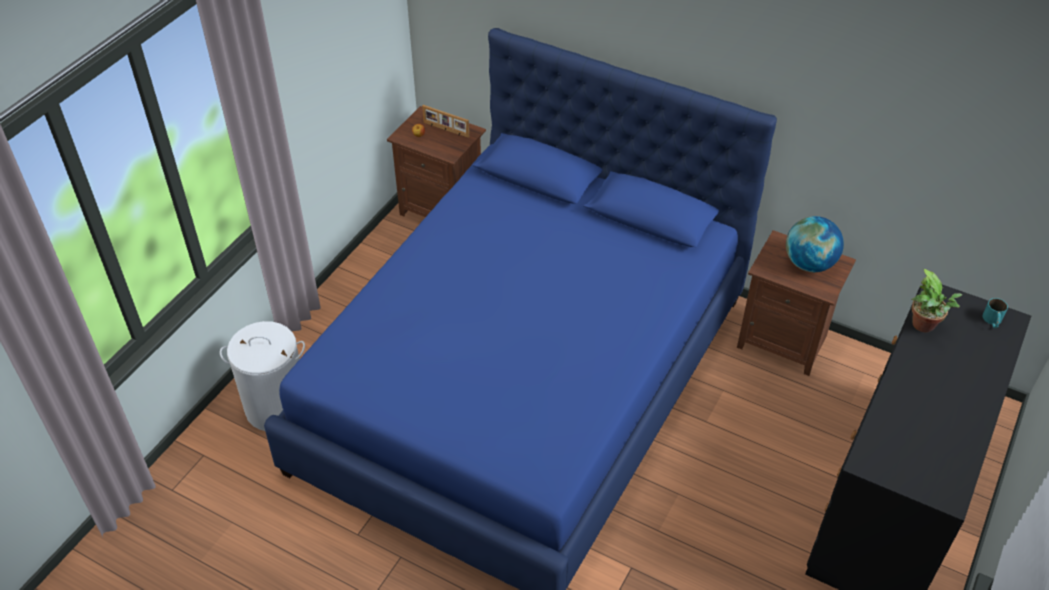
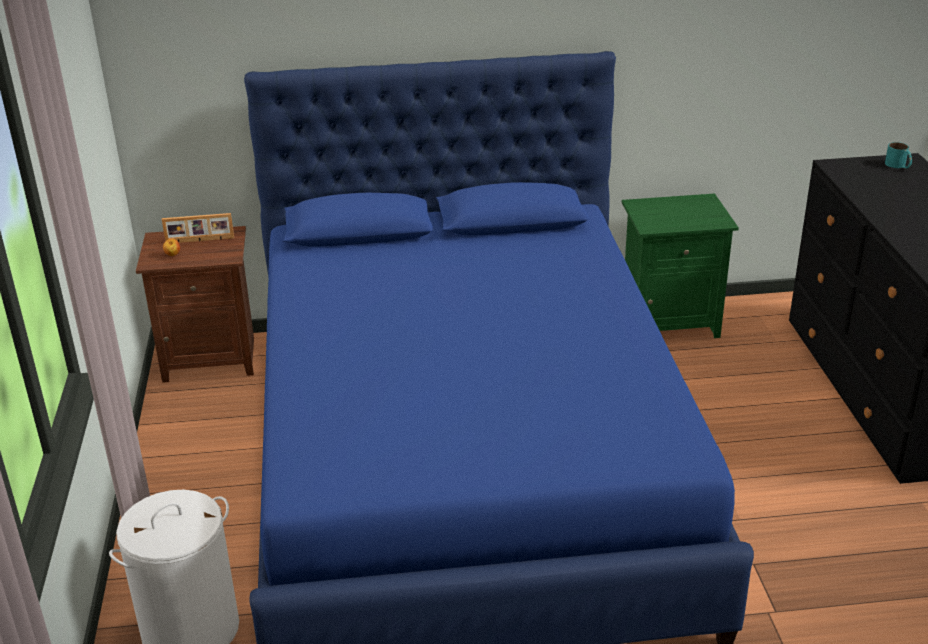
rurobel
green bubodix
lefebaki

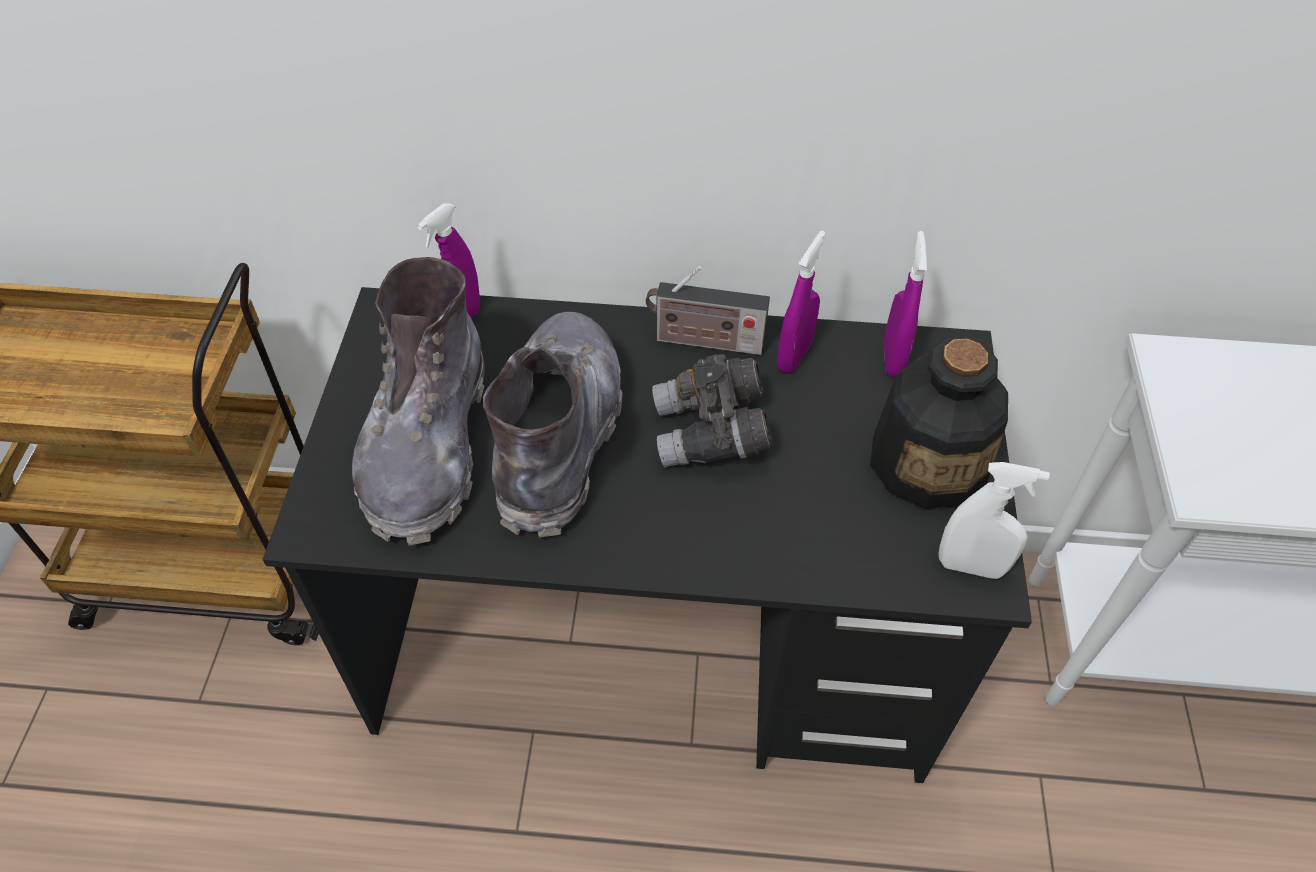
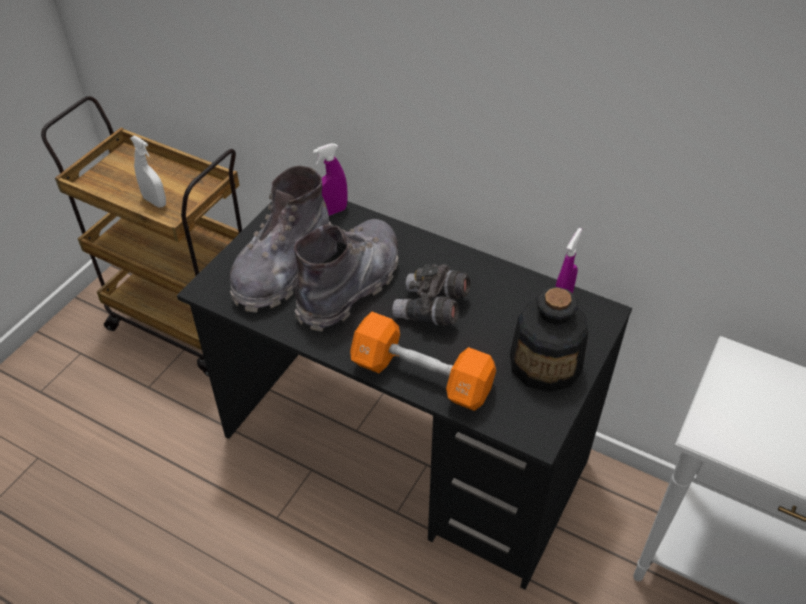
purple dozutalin (no. 2 from left in the first image)
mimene
white dozutalin
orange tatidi

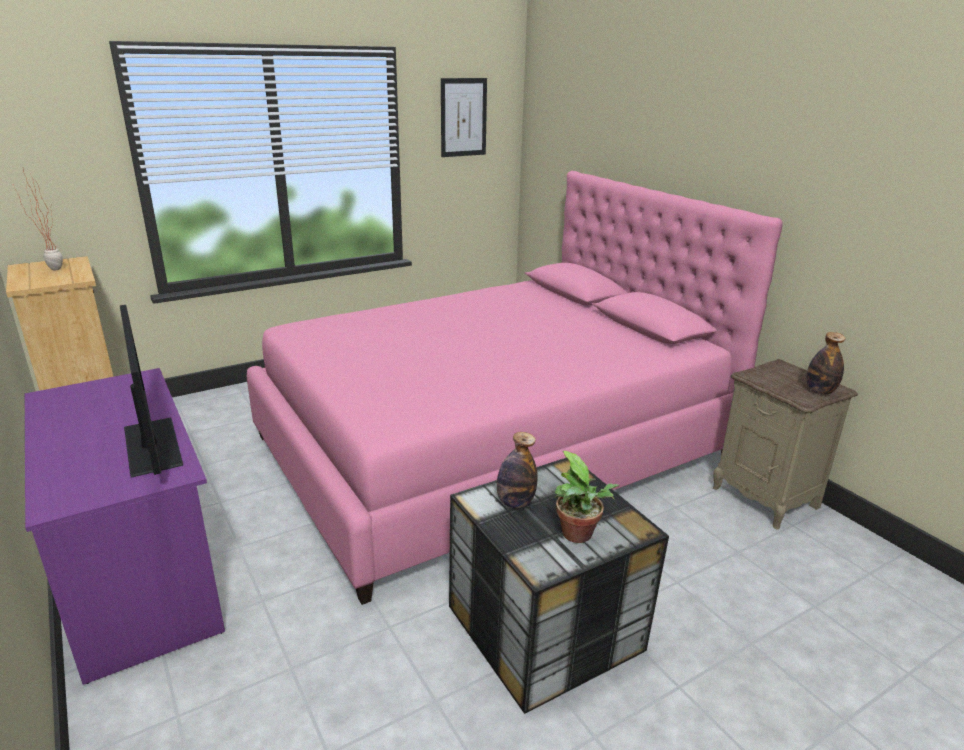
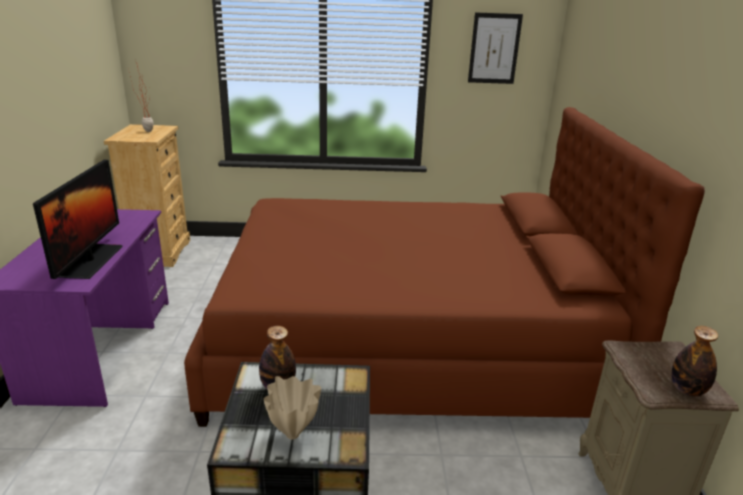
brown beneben
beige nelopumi

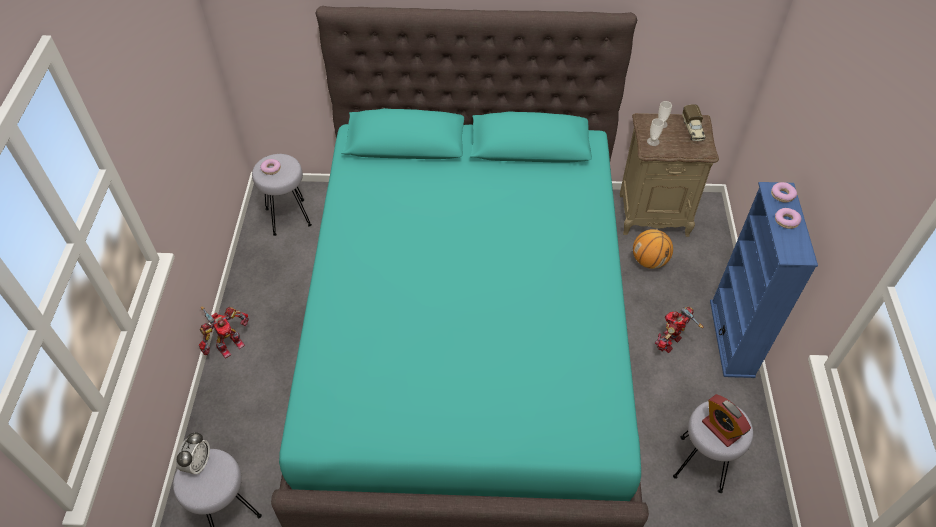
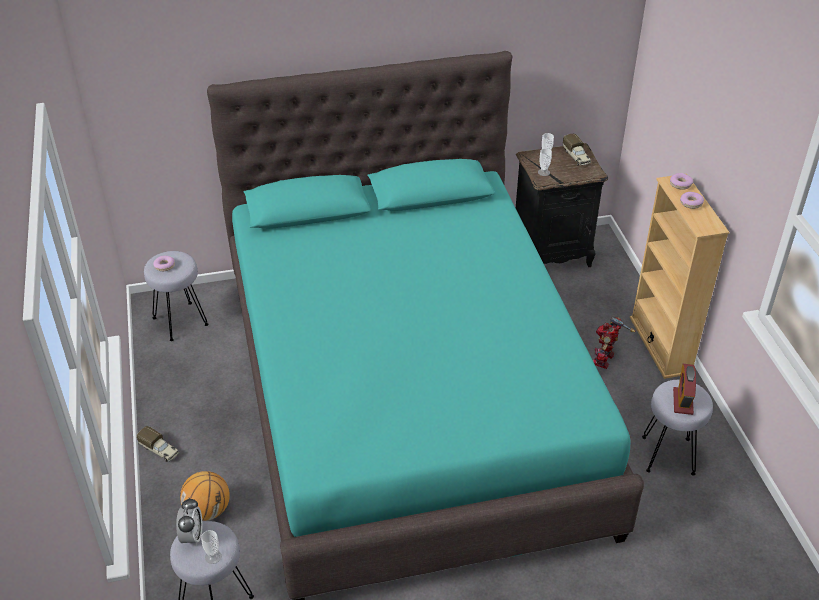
black bubodix
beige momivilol
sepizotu
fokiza (no. 1 from left)
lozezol (no. 2 from left)
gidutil (no. 1 from left)

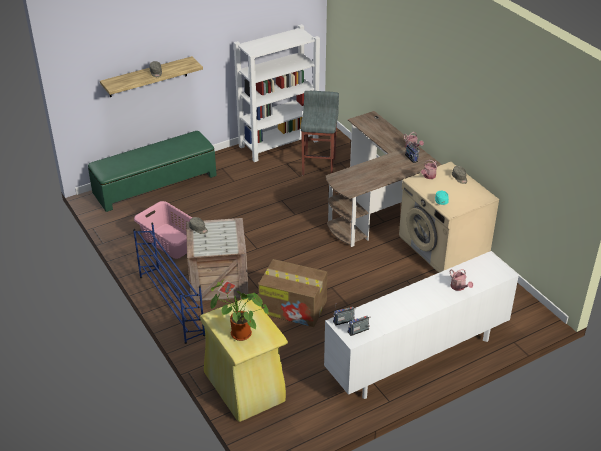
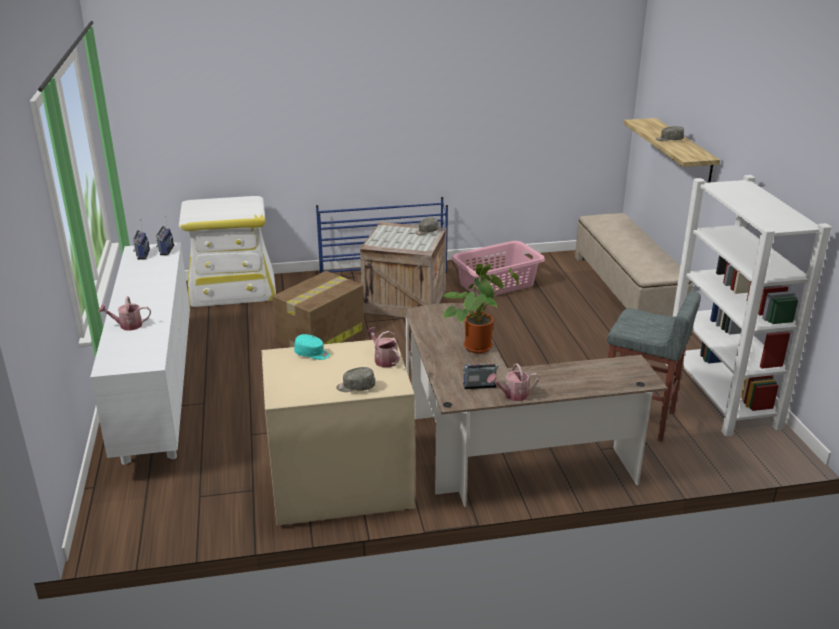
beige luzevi
lefebaki
white bubodix

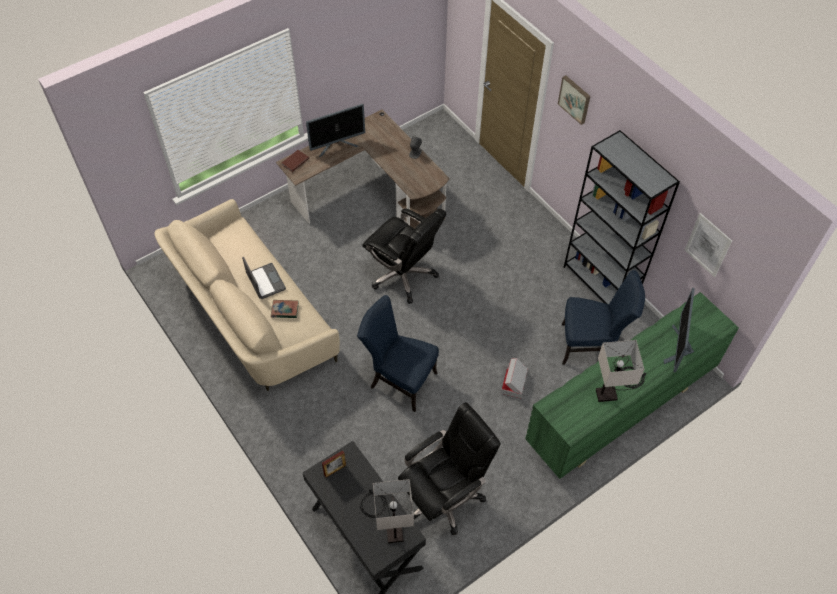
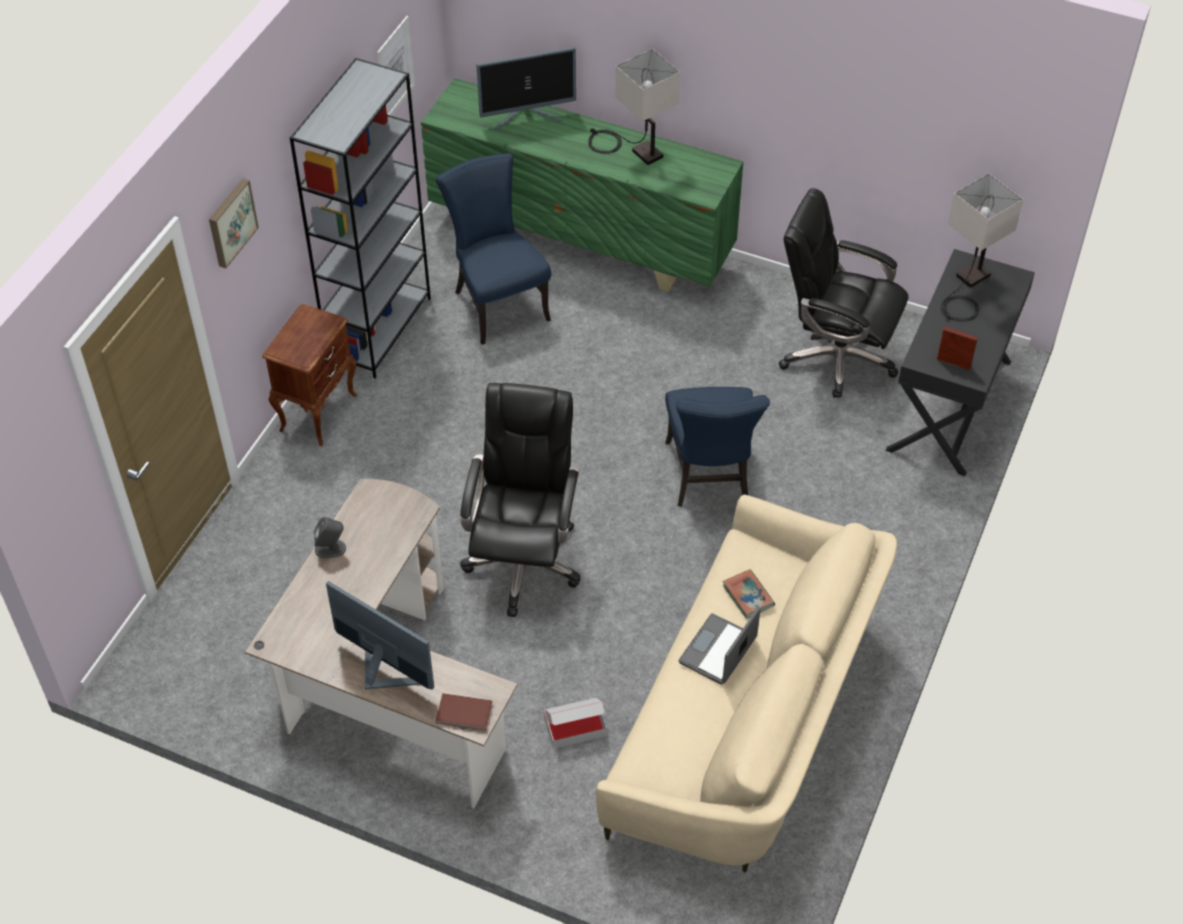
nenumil
brown bubodix

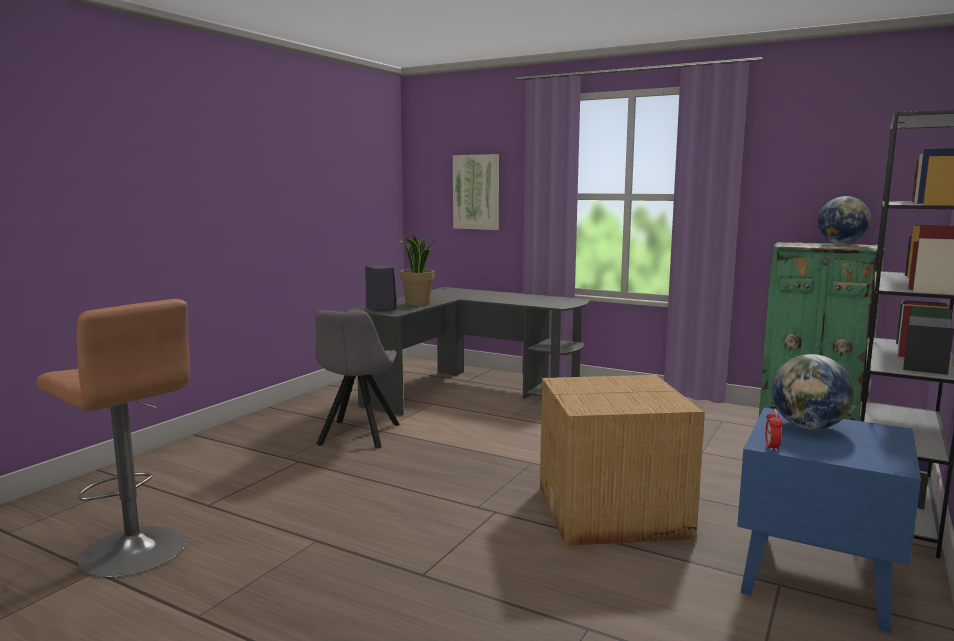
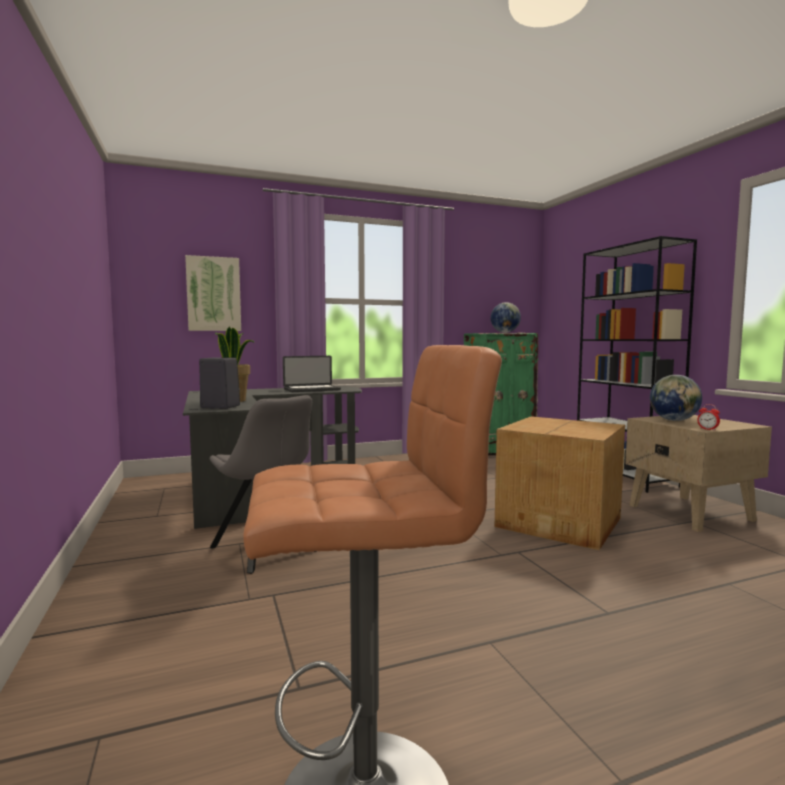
beige bubodix
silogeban

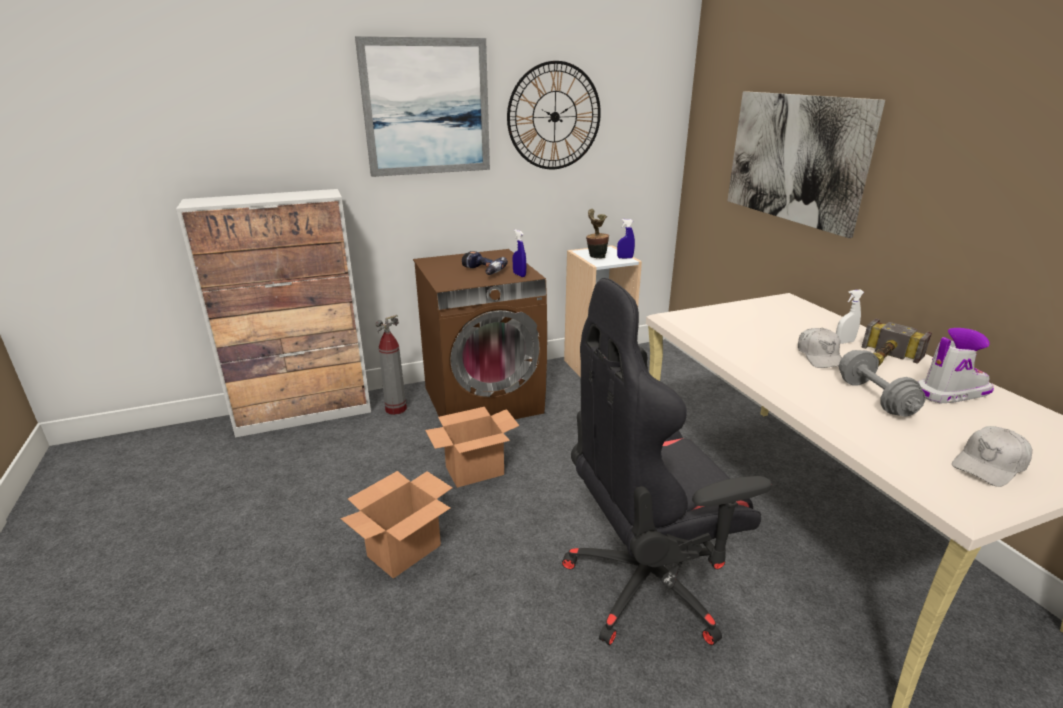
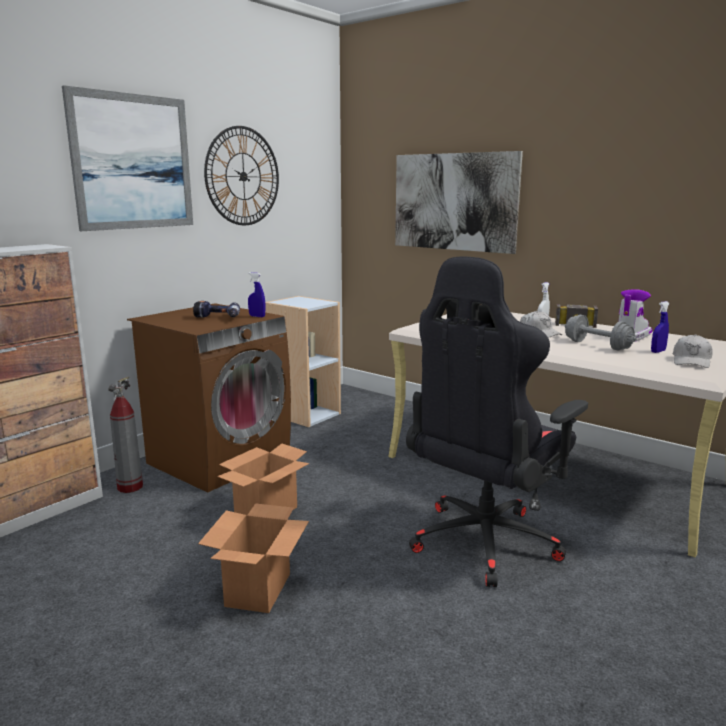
lefebaki
blue dozutalin (no. 2 from left)

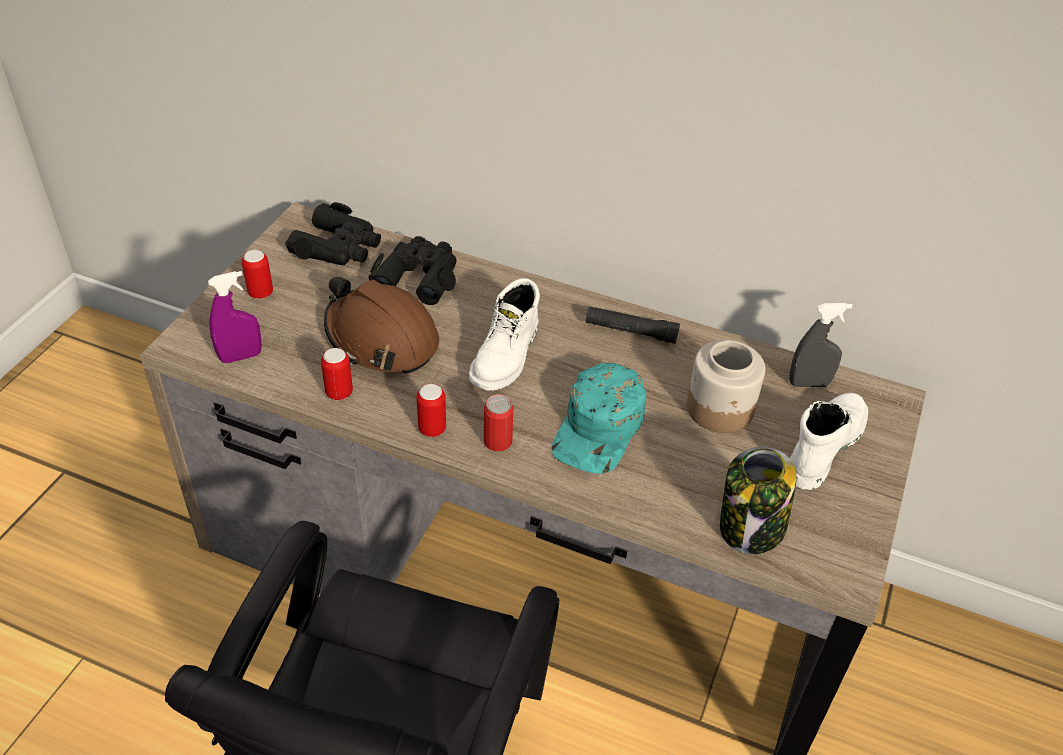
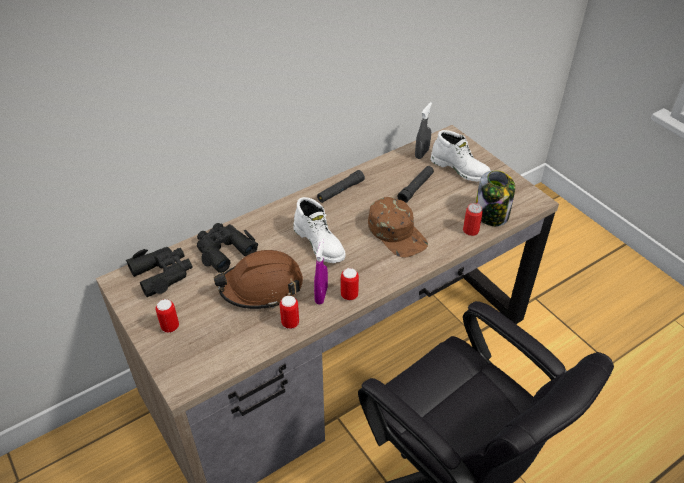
purple dozutalin
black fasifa (no. 2 from left)
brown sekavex
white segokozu (no. 2 from left)
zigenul (no. 4 from left)

